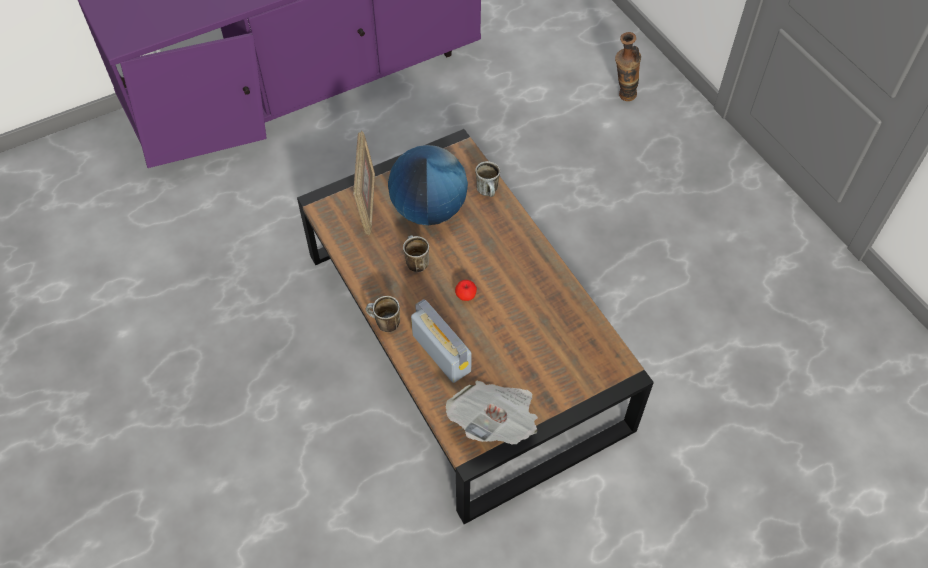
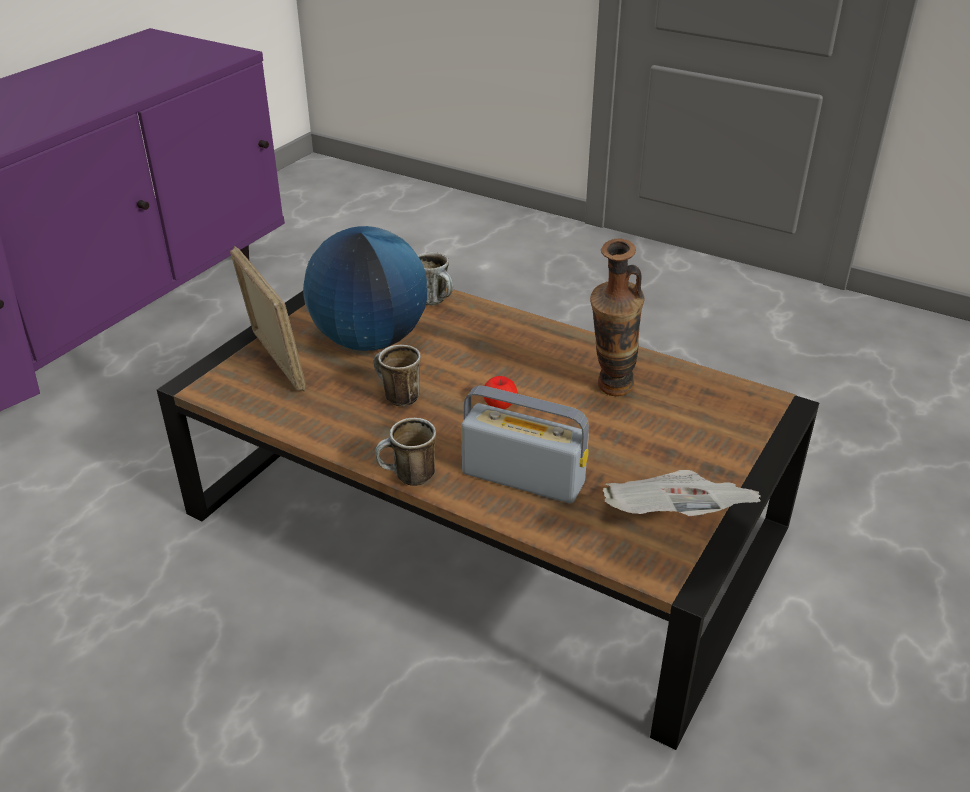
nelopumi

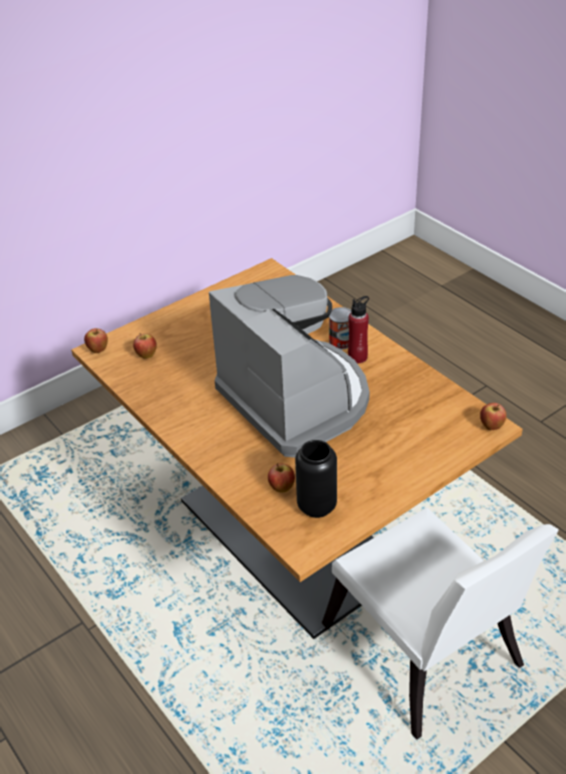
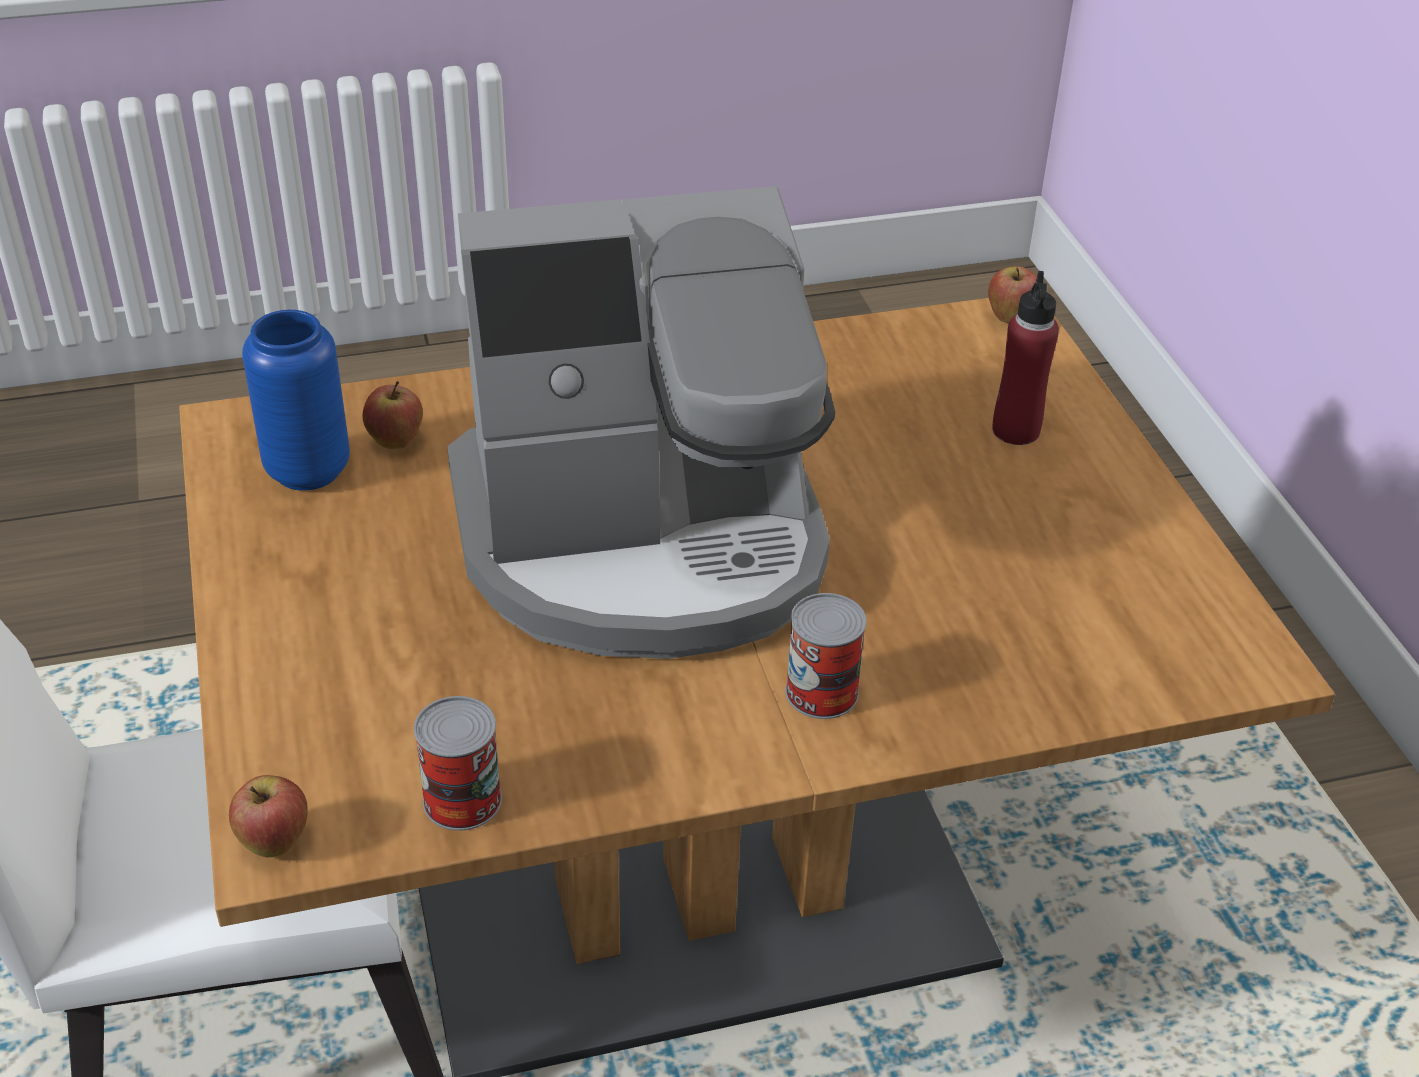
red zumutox
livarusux (no. 2 from left in the first image)
blue nelopumi
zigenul (no. 1 from left)

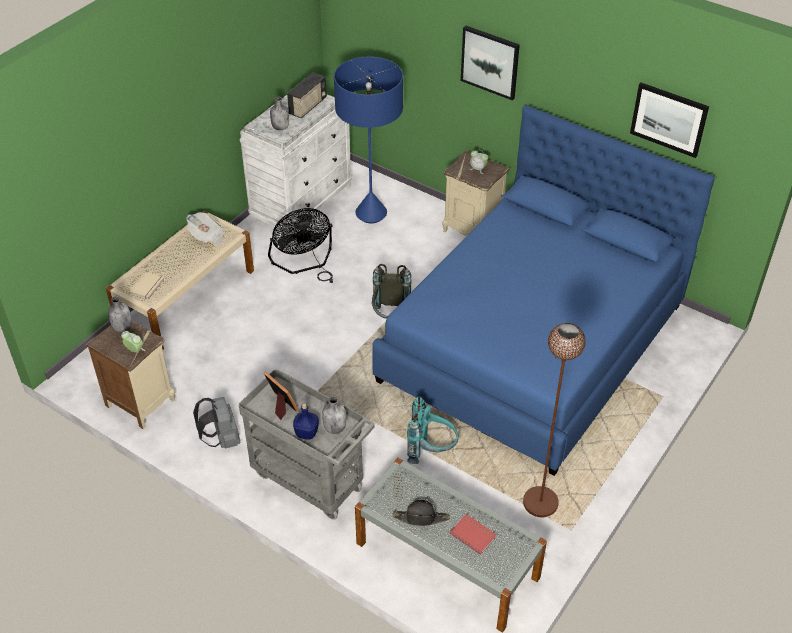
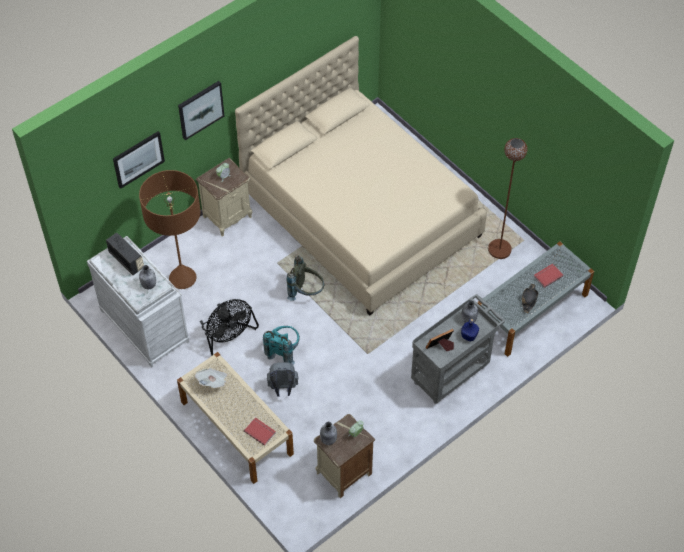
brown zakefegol (no. 1 from left)
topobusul (no. 1 from left)
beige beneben
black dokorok
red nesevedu (no. 1 from left)
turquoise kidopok
grey kidopok (no. 1 from left)

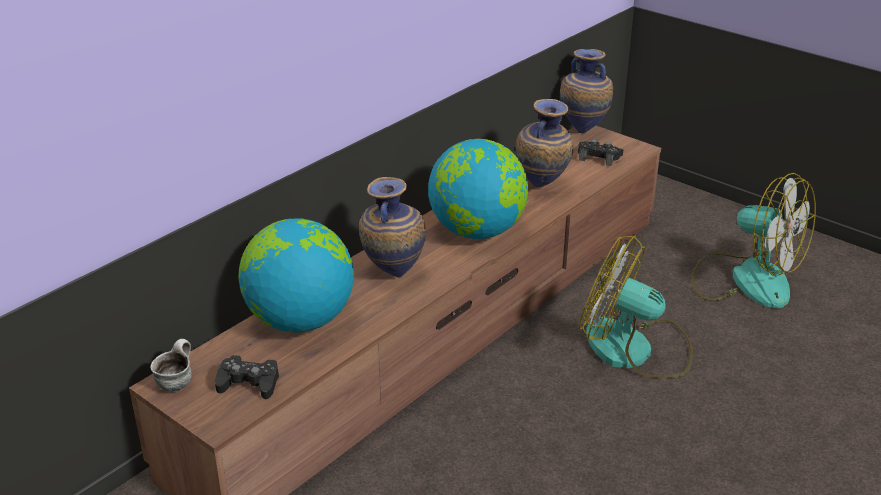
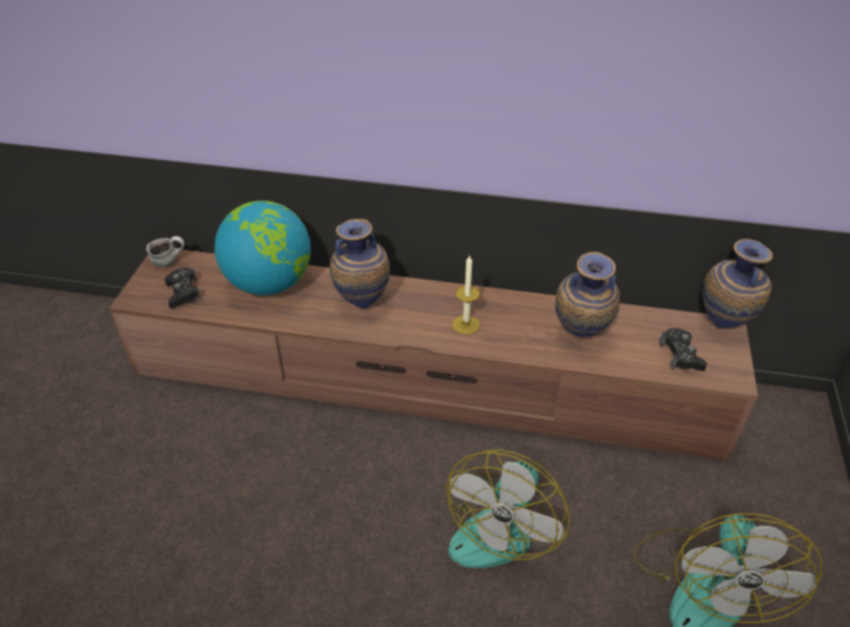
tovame
dokorok (no. 1 from left)

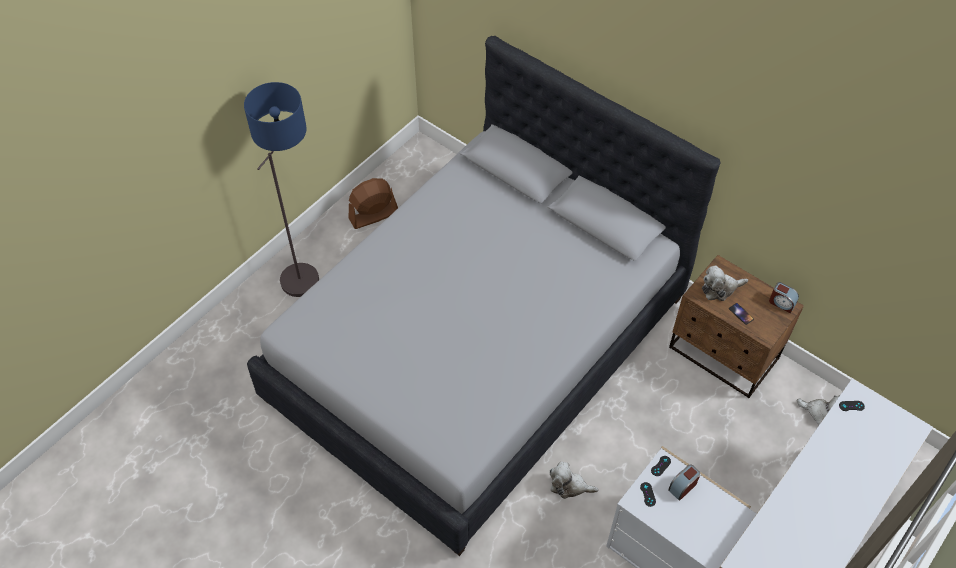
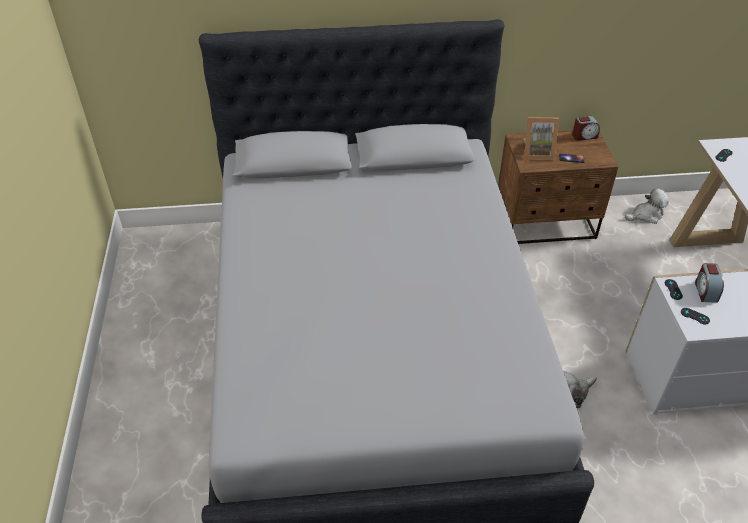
blue zakefegol
brown dokorok
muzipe

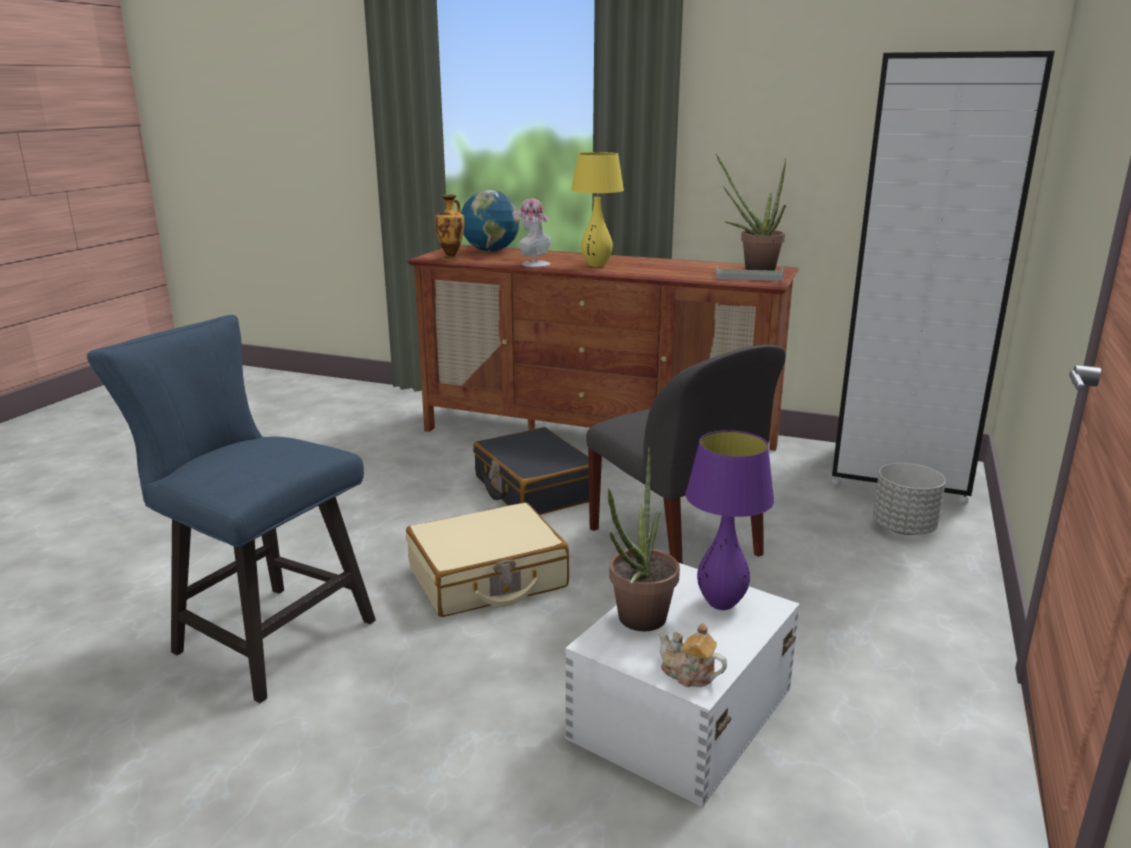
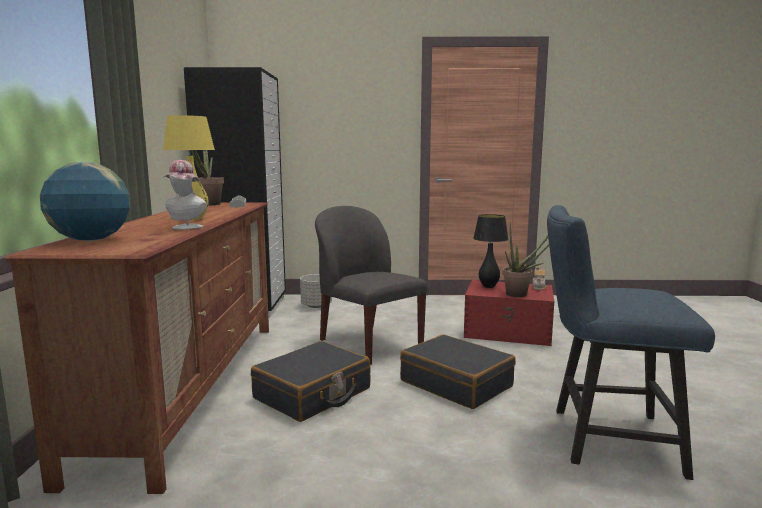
nelopumi
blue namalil
grey namalil
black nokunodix
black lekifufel (no. 2 from left)
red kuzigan

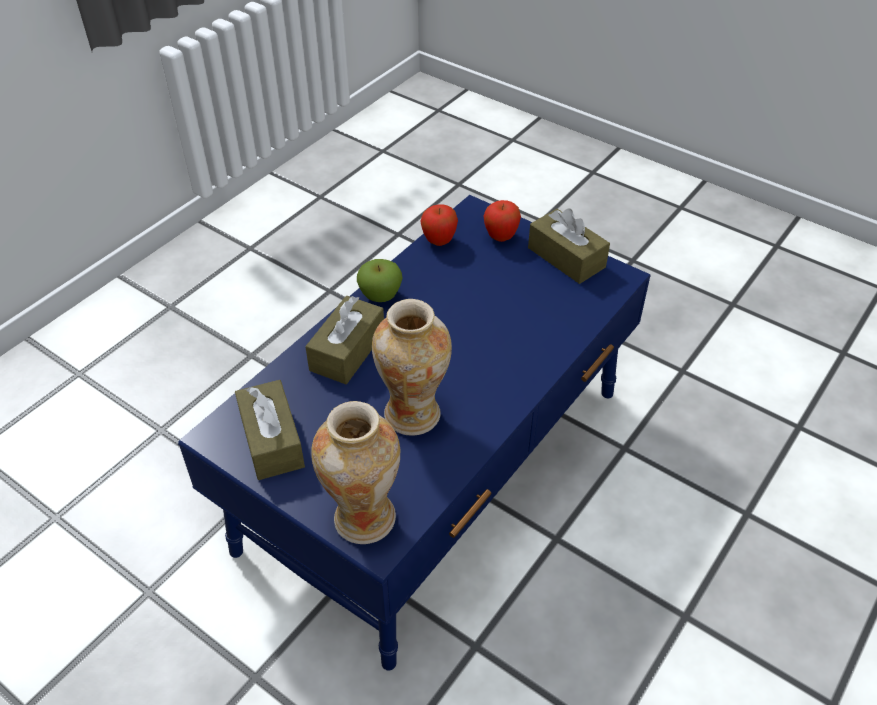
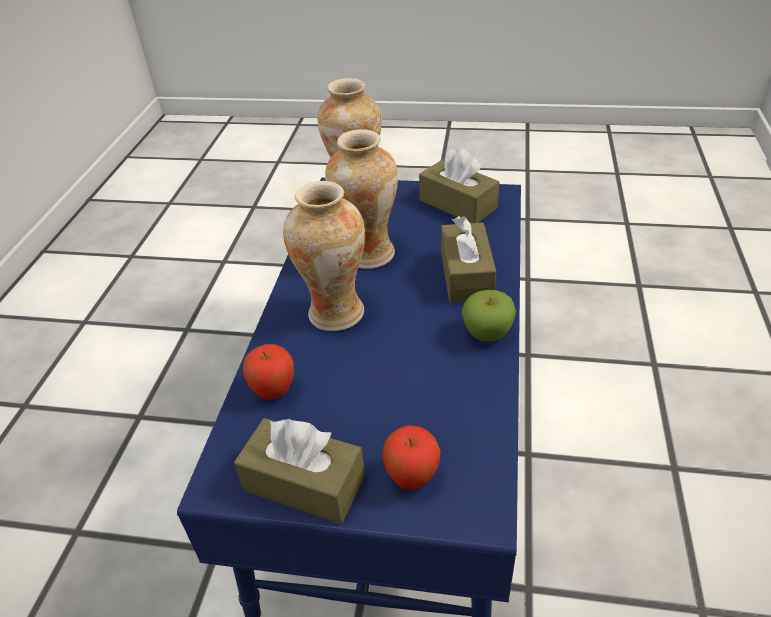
livarusux (no. 1 from left)
nelopumi (no. 1 from left)

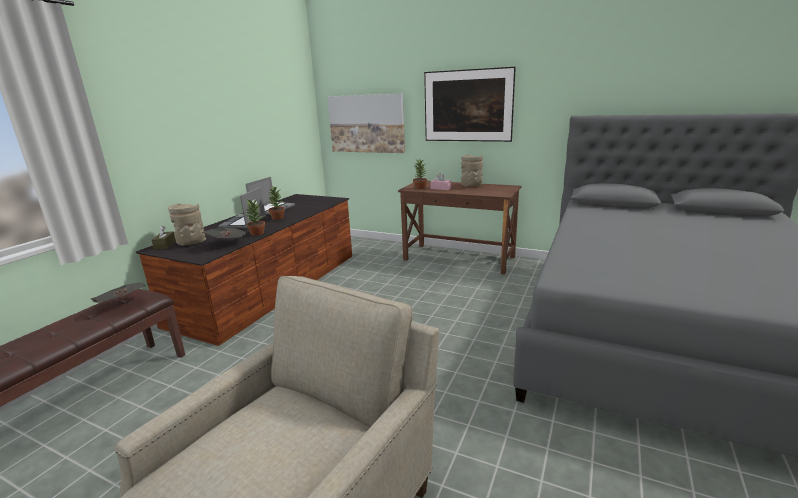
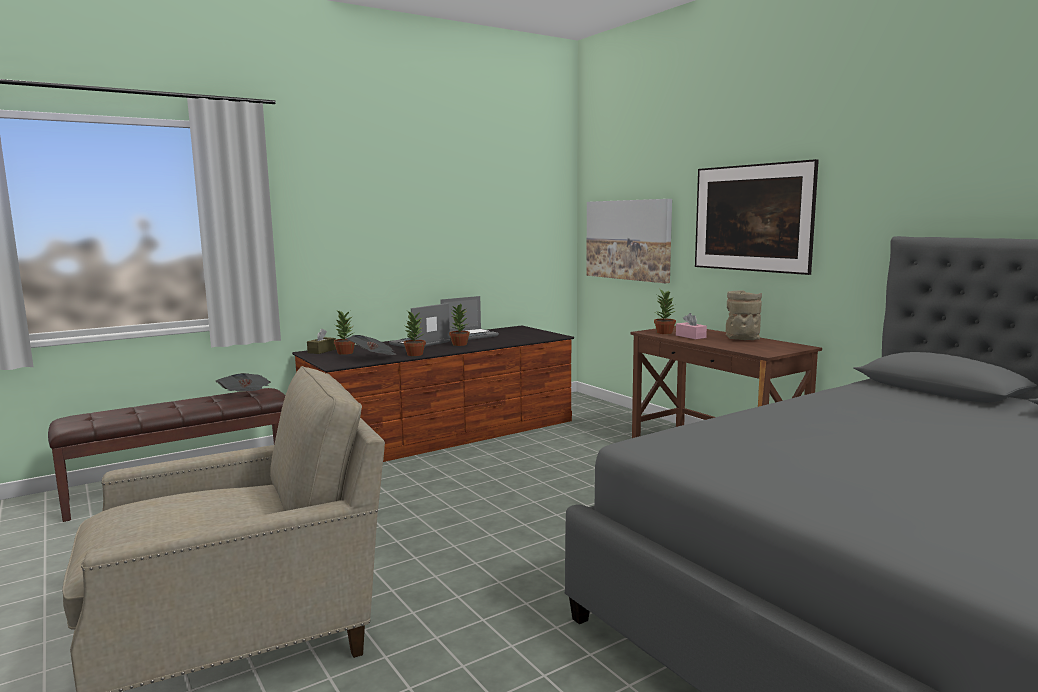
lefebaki (no. 1 from left)

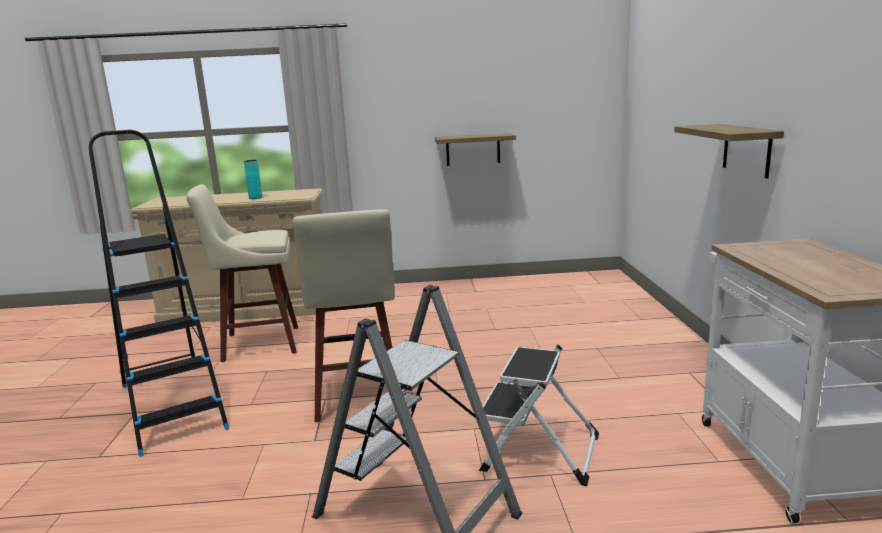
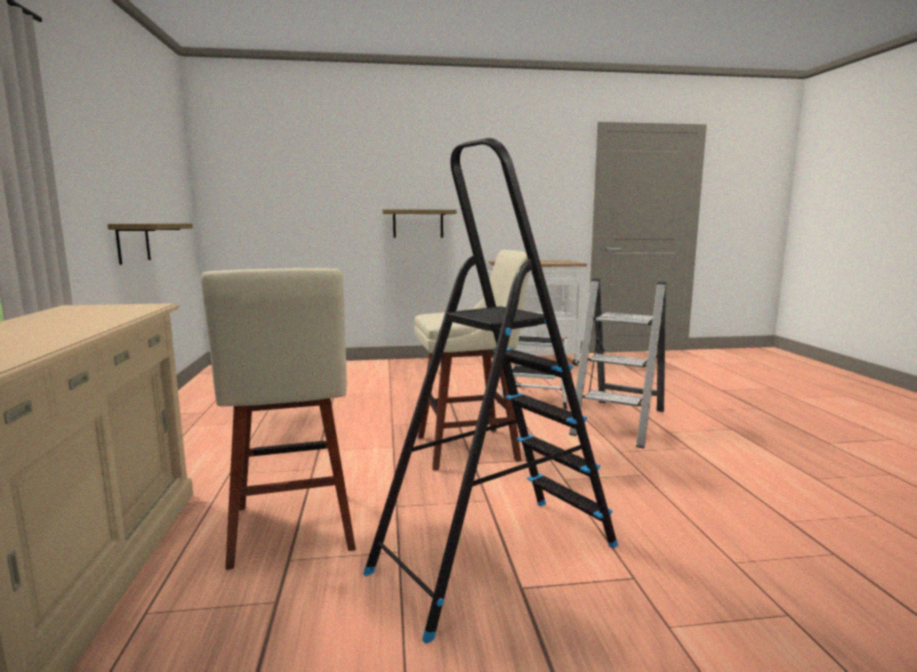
turquoise nelopumi

